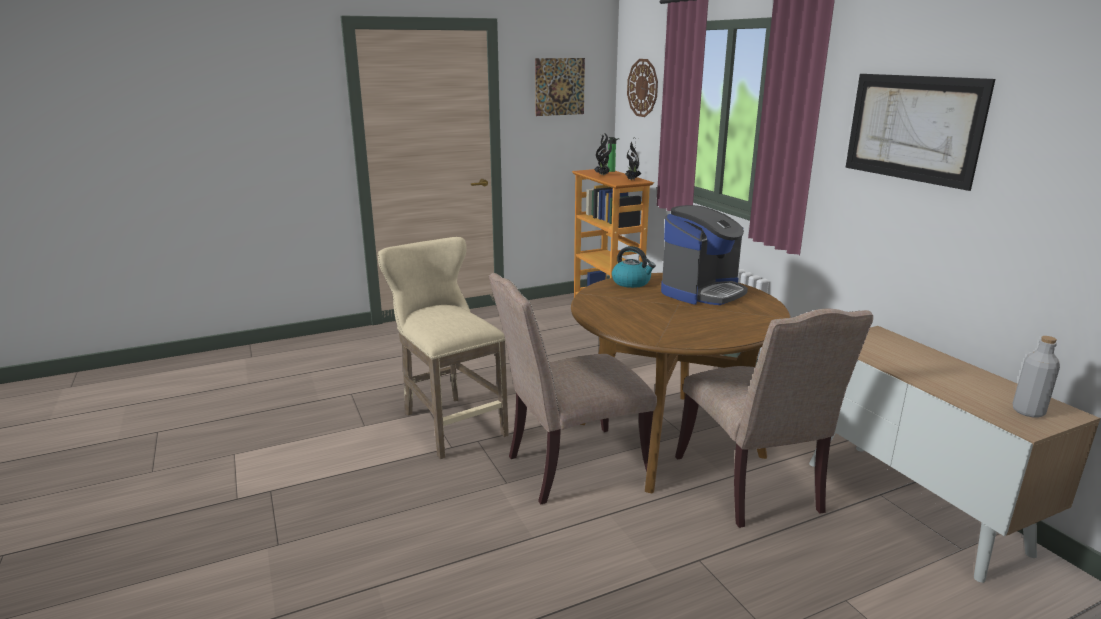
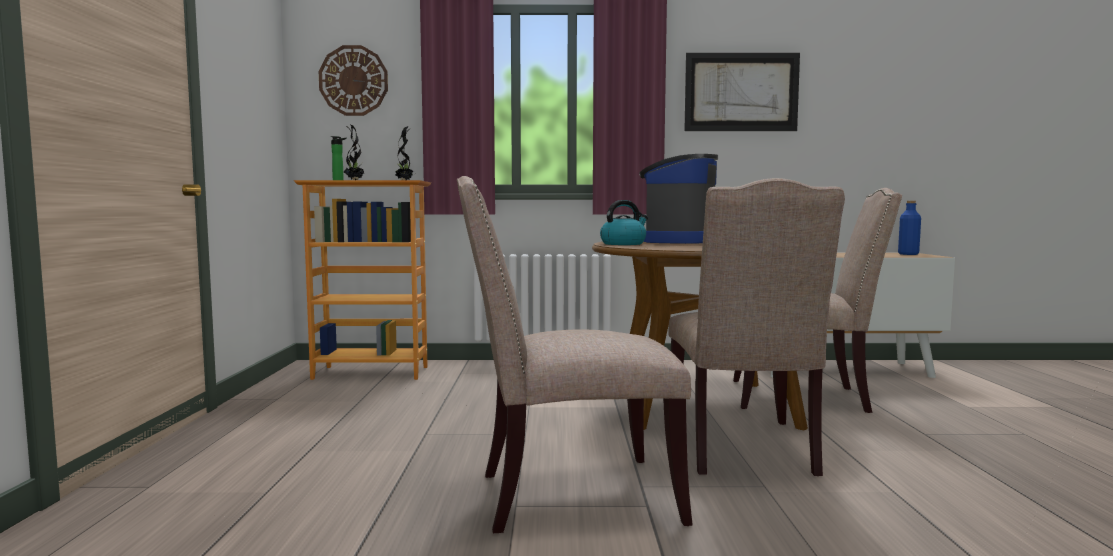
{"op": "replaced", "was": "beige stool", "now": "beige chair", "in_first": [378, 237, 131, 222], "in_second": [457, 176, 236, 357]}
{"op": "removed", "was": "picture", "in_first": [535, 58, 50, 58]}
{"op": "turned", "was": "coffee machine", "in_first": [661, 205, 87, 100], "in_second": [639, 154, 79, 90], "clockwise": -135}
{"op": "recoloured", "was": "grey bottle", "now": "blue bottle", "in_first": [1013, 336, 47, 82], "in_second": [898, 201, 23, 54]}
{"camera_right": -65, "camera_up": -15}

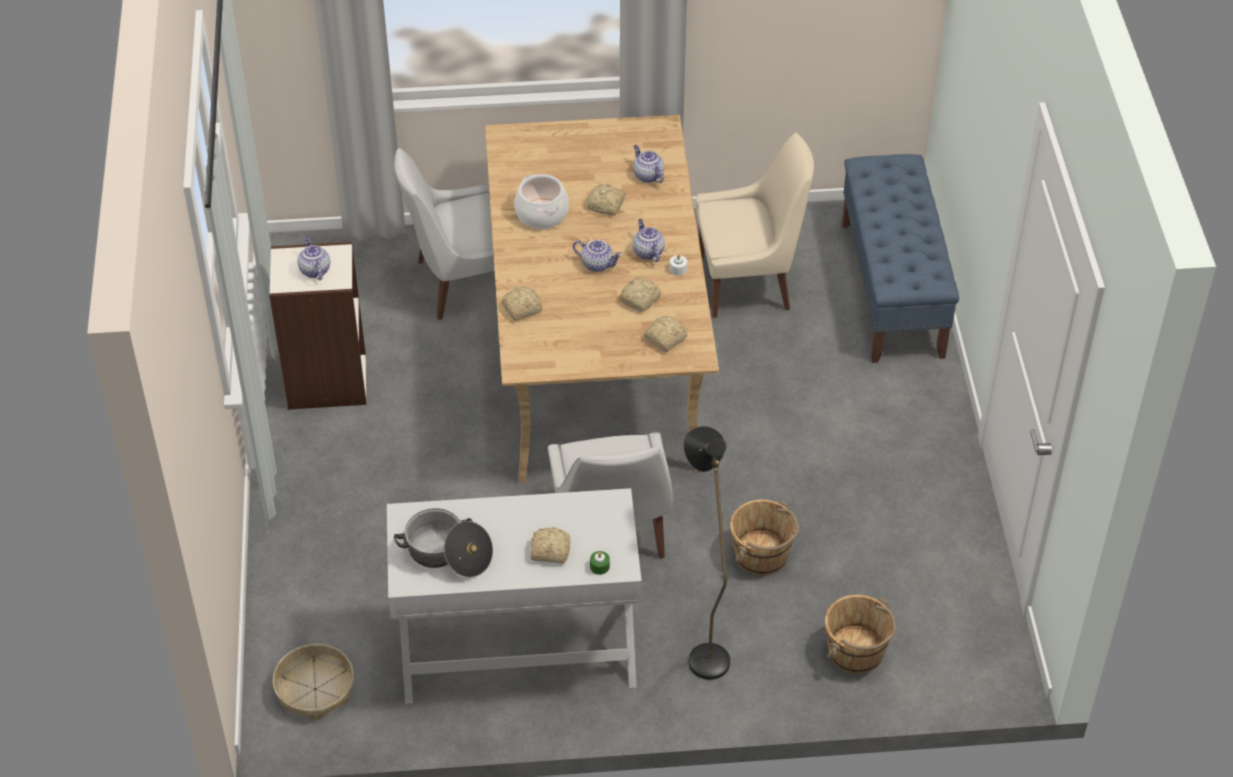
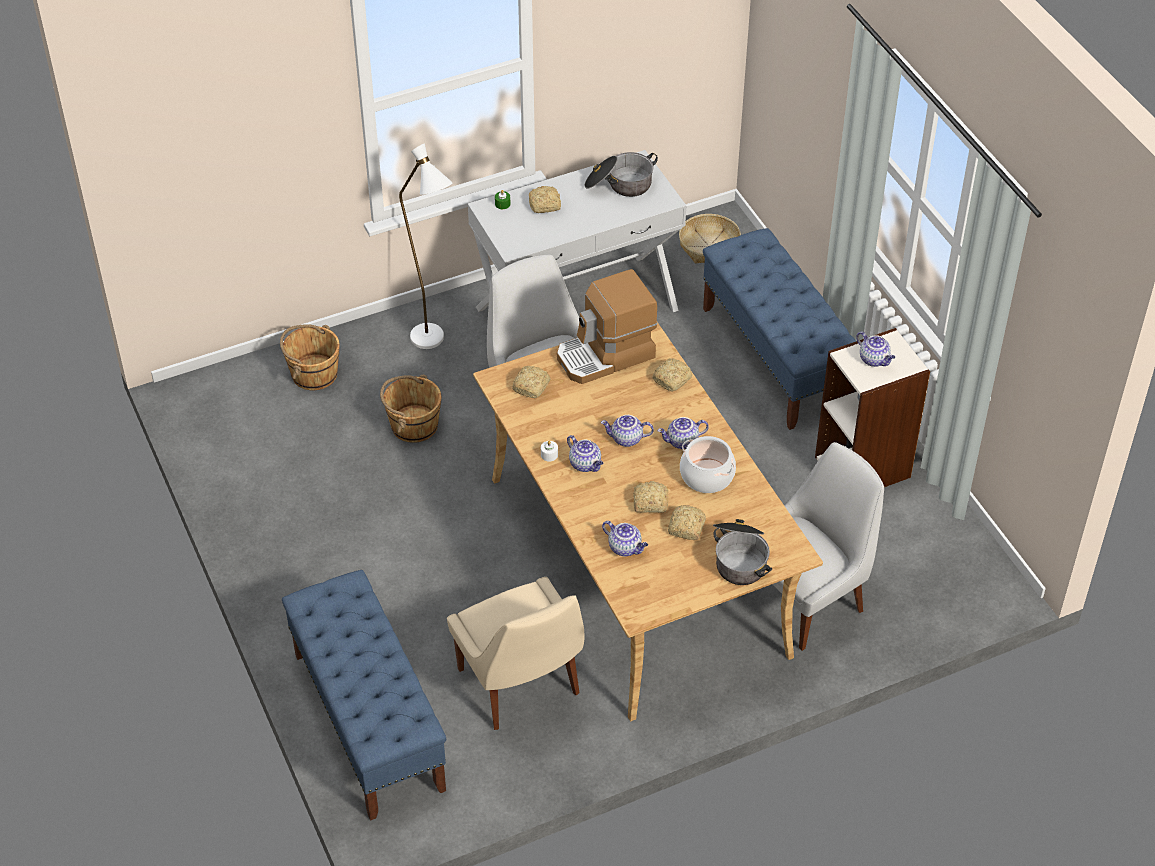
{"op": "moved", "was": "bread", "in_first": [619, 277, 42, 35], "in_second": [668, 505, 38, 35]}
{"op": "recoloured", "was": "black floor lamp", "now": "white floor lamp", "in_first": [684, 426, 46, 254], "in_second": [399, 143, 53, 206]}
{"op": "turned", "was": "beige chair", "in_first": [696, 133, 118, 185], "in_second": [447, 577, 138, 153], "clockwise": -90}
{"op": "added", "now": "coffee machine", "in_second": [557, 269, 100, 115]}
{"op": "added", "now": "teapot", "in_second": [658, 417, 51, 32]}
{"op": "added", "now": "blue bench", "in_second": [703, 228, 153, 202]}
{"op": "added", "now": "cooking pot", "in_second": [713, 519, 59, 66]}
{"camera_right": 160, "camera_up": 0}

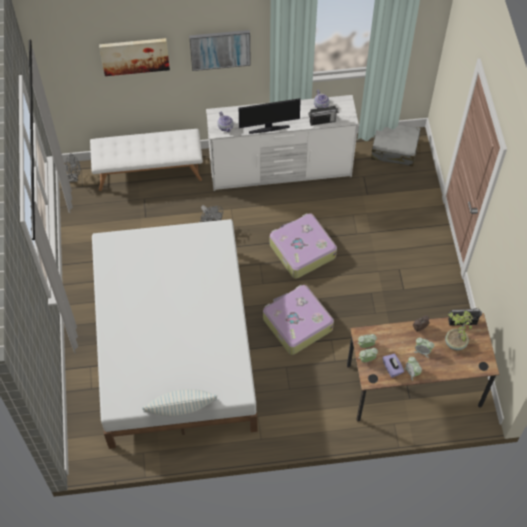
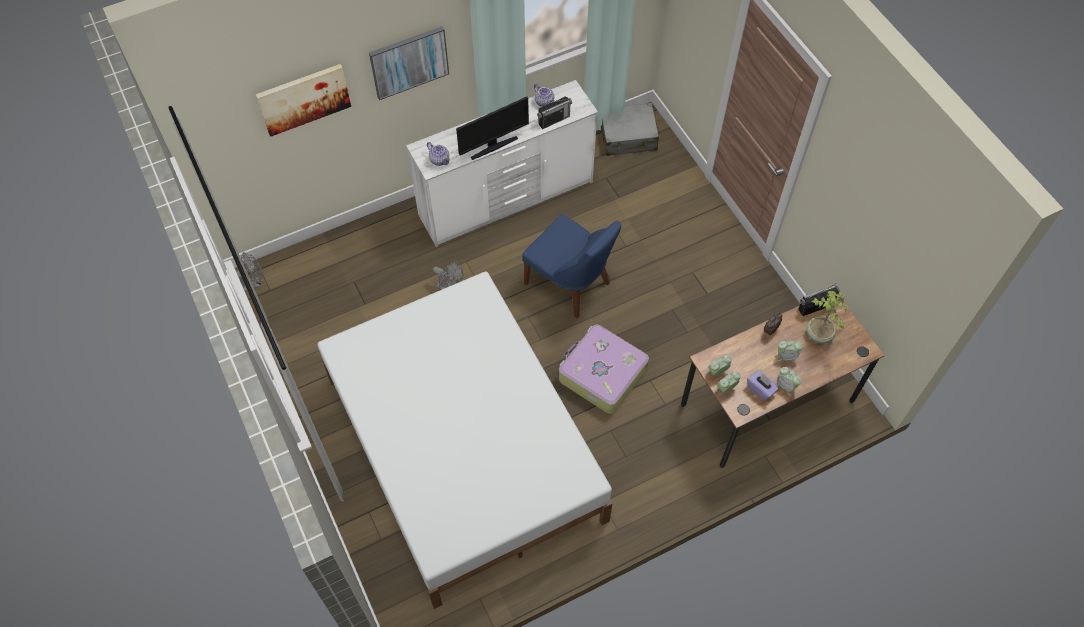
{"op": "removed", "was": "white bench", "in_first": [90, 129, 113, 62]}
{"op": "removed", "was": "pillow", "in_first": [142, 389, 75, 27]}
{"op": "replaced", "was": "suitcase", "now": "blue chair", "in_first": [270, 213, 67, 66], "in_second": [522, 214, 99, 105]}
{"camera_right": -20, "camera_up": 0}

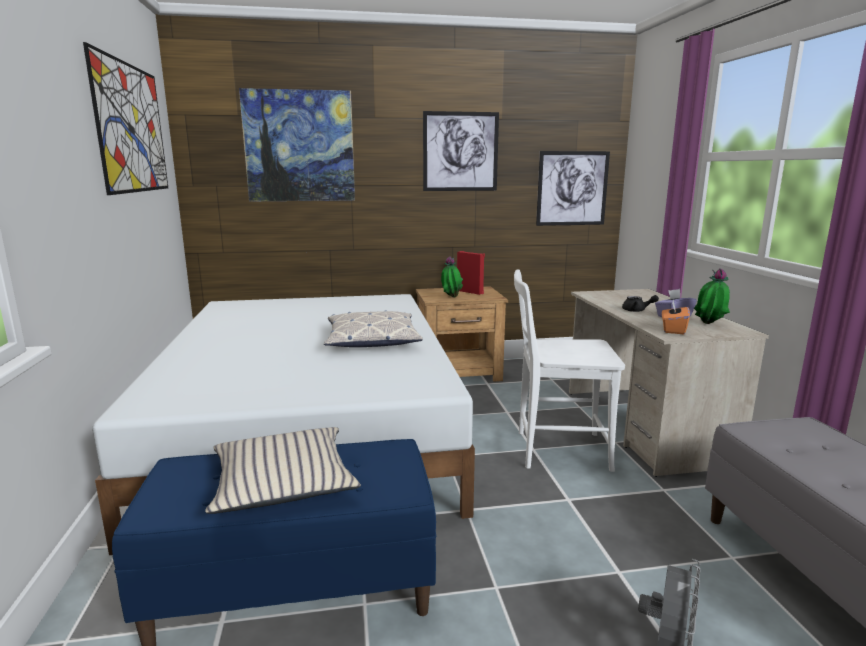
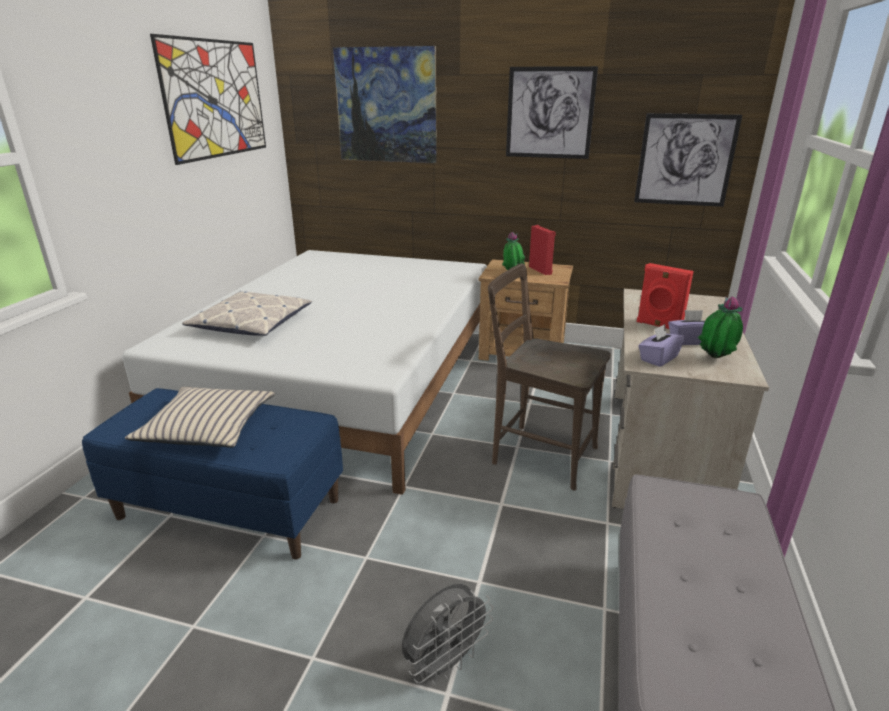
{"op": "moved", "was": "pillow", "in_first": [324, 310, 99, 37], "in_second": [182, 291, 130, 45]}
{"op": "recoloured", "was": "white chair", "now": "brown chair", "in_first": [514, 269, 111, 203], "in_second": [488, 263, 123, 228]}
{"op": "replaced", "was": "black teapot", "now": "red speaker", "in_first": [622, 295, 37, 17], "in_second": [637, 263, 57, 66]}
{"op": "recoloured", "was": "orange tissue box", "now": "purple tissue box", "in_first": [662, 300, 28, 35], "in_second": [639, 324, 46, 43]}
{"camera_right": 25, "camera_up": 10}

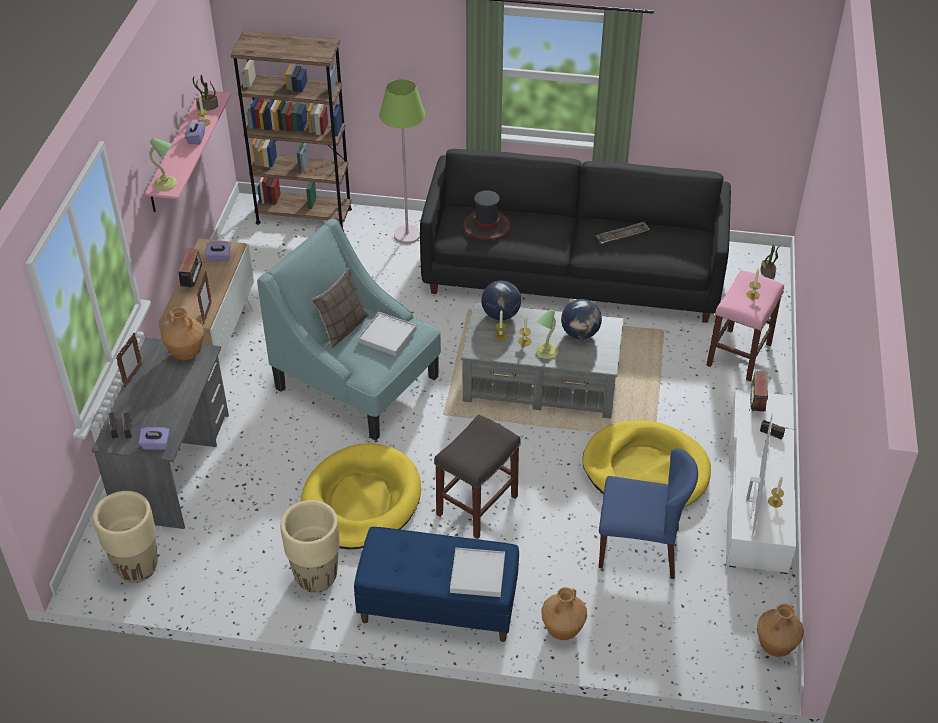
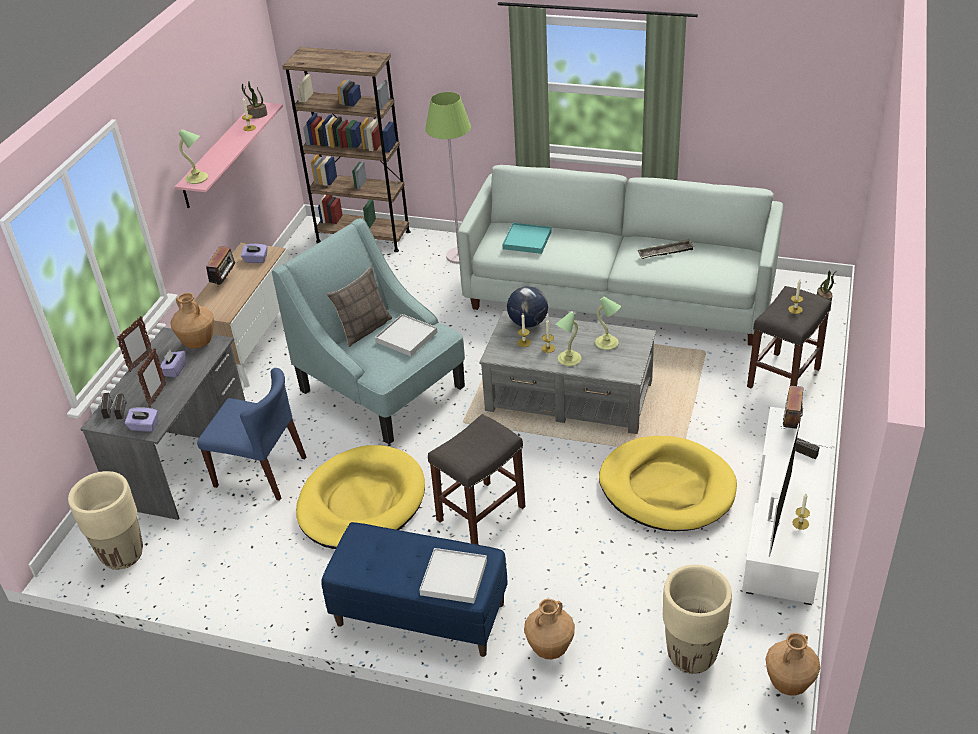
{"op": "moved", "was": "purple tissue box", "in_first": [185, 119, 20, 26], "in_second": [161, 350, 25, 28]}
{"op": "moved", "was": "picture frame", "in_first": [197, 271, 15, 53], "in_second": [137, 348, 29, 60]}
{"op": "moved", "was": "beige planter", "in_first": [280, 500, 60, 93], "in_second": [663, 564, 69, 110]}
{"op": "recoloured", "was": "black sofa", "now": "white sofa", "in_first": [420, 149, 311, 174], "in_second": [457, 165, 326, 181]}
{"op": "replaced", "was": "hat", "now": "turquoise tray", "in_first": [463, 190, 47, 50], "in_second": [502, 223, 50, 31]}
{"op": "replaced", "was": "globe", "now": "table lamp", "in_first": [561, 299, 41, 40], "in_second": [595, 297, 26, 53]}
{"op": "moved", "was": "blue chair", "in_first": [599, 449, 99, 130], "in_second": [197, 368, 109, 133]}
{"op": "recoloured", "was": "pink stool", "now": "grey stool", "in_first": [706, 270, 78, 111], "in_second": [747, 286, 84, 102]}
{"camera_right": 10, "camera_up": -5}

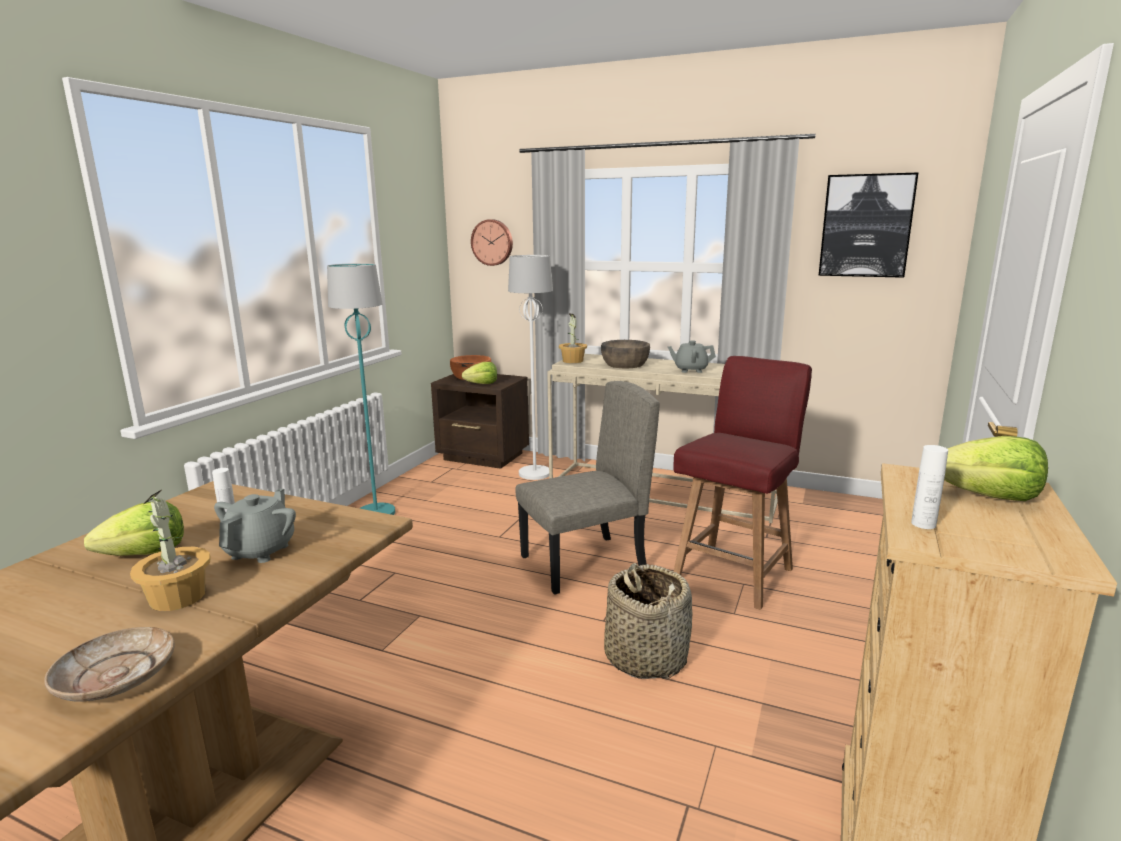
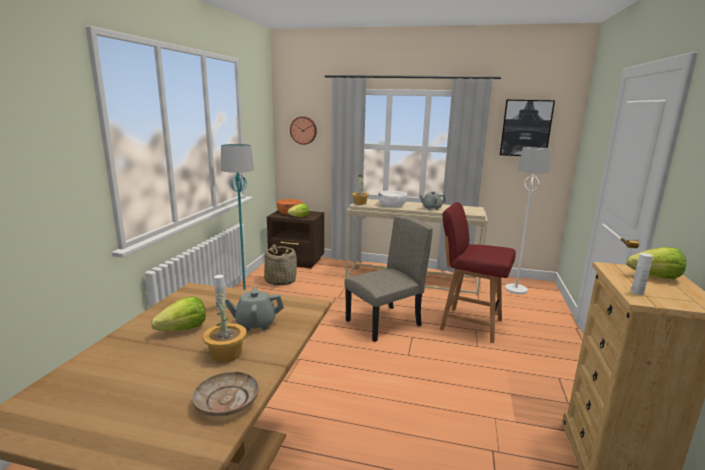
{"op": "turned", "was": "grey teapot", "in_first": [214, 489, 82, 74], "in_second": [225, 287, 59, 44], "clockwise": -105}
{"op": "moved", "was": "white floor lamp", "in_first": [508, 255, 45, 225], "in_second": [505, 147, 46, 147]}
{"op": "recoloured", "was": "brown bowl", "now": "white bowl", "in_first": [601, 340, 49, 28], "in_second": [378, 191, 29, 17]}
{"op": "moved", "was": "basket", "in_first": [604, 563, 89, 116], "in_second": [264, 245, 33, 41]}
{"op": "turned", "was": "red chair", "in_first": [673, 356, 139, 254], "in_second": [440, 202, 76, 141], "clockwise": -90}
{"camera_right": -10, "camera_up": 0}

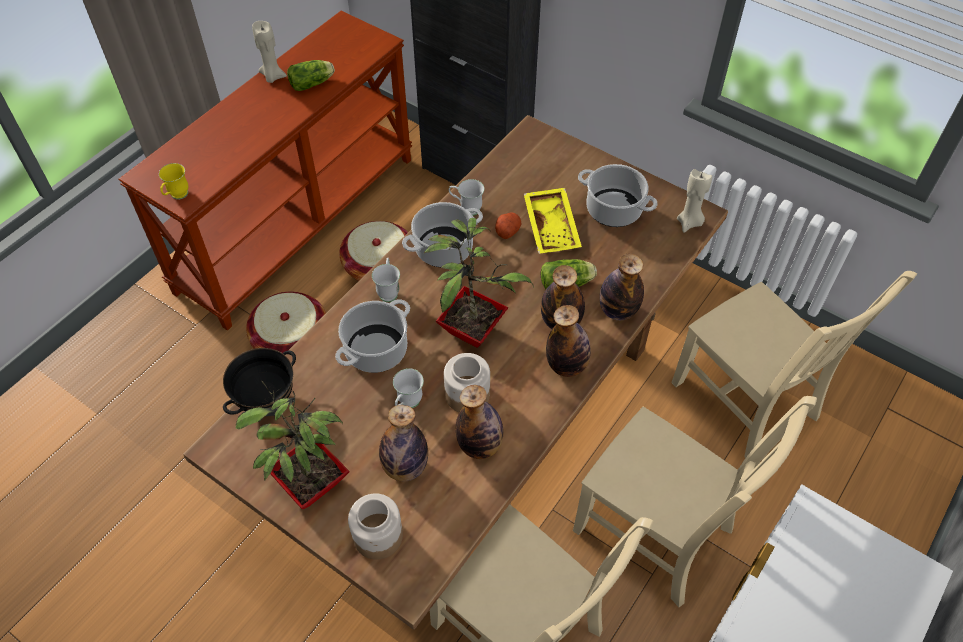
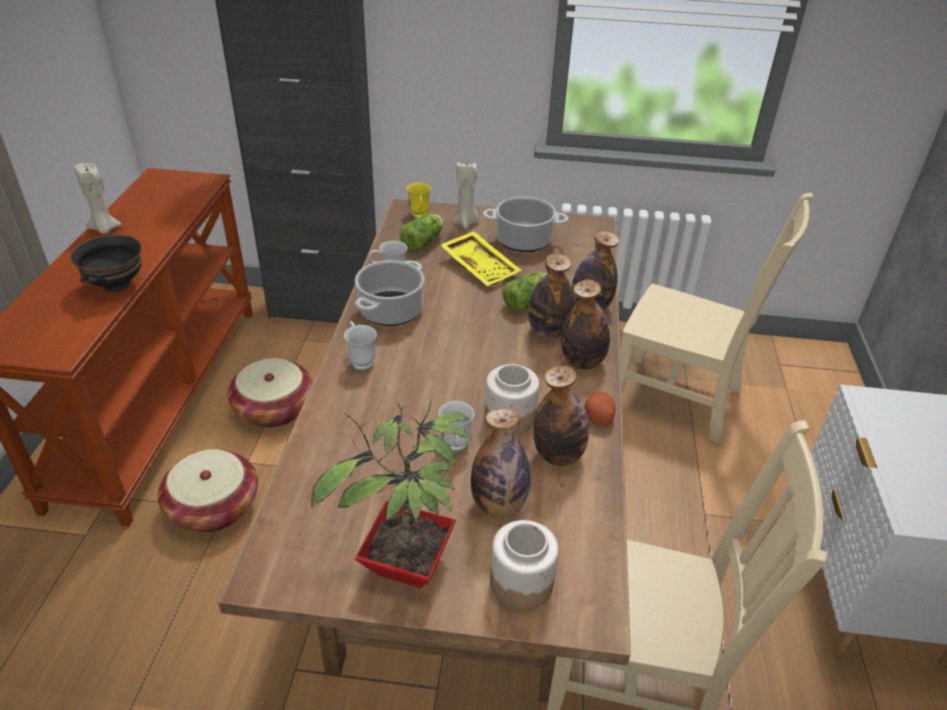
{"op": "moved", "was": "yellow mug", "in_first": [159, 163, 29, 36], "in_second": [406, 183, 25, 35]}
{"op": "moved", "was": "black bowl", "in_first": [223, 348, 73, 67], "in_second": [71, 234, 71, 58]}
{"op": "moved", "was": "lettuce", "in_first": [287, 60, 48, 31], "in_second": [400, 214, 43, 37]}
{"op": "removed", "was": "cooking pot", "in_first": [335, 299, 75, 74]}
{"op": "removed", "was": "potted plant", "in_first": [424, 218, 110, 130]}
{"op": "moved", "was": "potato", "in_first": [495, 212, 26, 27], "in_second": [584, 392, 32, 34]}
{"op": "removed", "was": "beige chair", "in_first": [573, 396, 244, 211]}
{"op": "moved", "was": "beige candle", "in_first": [677, 169, 35, 64], "in_second": [453, 162, 25, 67]}
{"camera_right": -30, "camera_up": -15}

